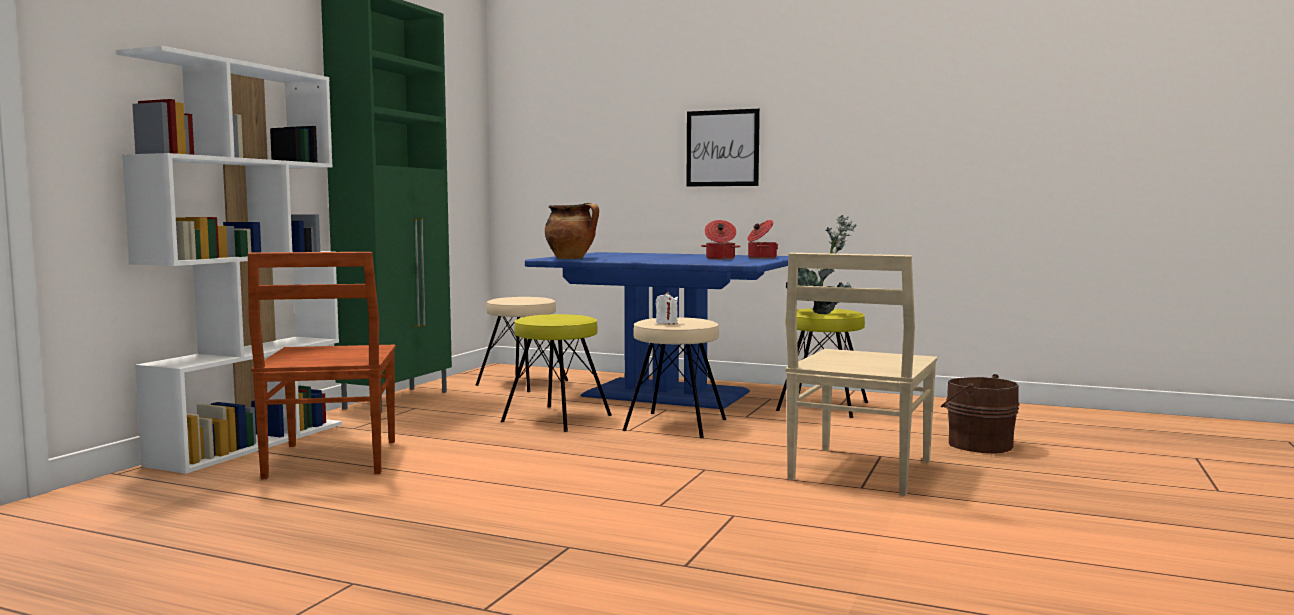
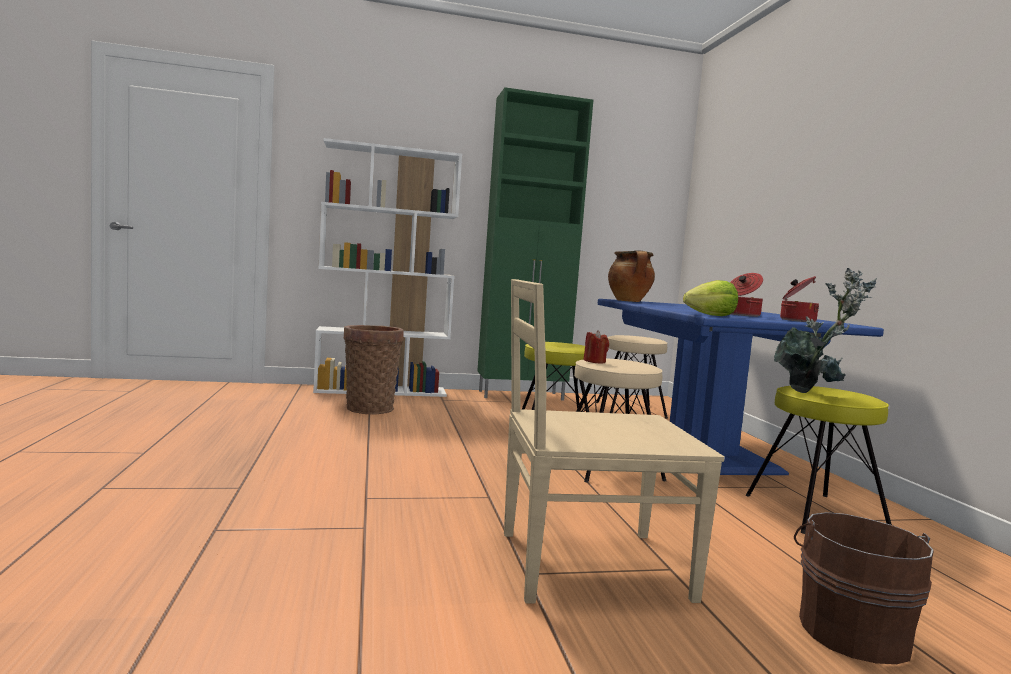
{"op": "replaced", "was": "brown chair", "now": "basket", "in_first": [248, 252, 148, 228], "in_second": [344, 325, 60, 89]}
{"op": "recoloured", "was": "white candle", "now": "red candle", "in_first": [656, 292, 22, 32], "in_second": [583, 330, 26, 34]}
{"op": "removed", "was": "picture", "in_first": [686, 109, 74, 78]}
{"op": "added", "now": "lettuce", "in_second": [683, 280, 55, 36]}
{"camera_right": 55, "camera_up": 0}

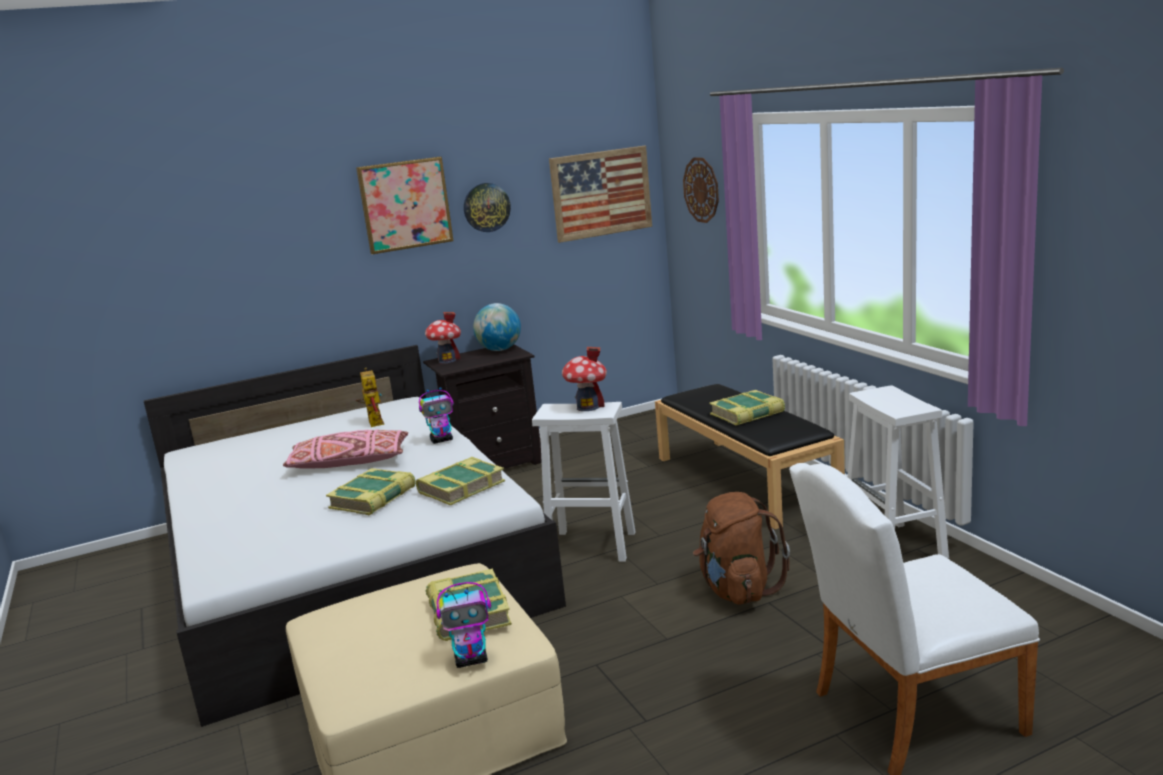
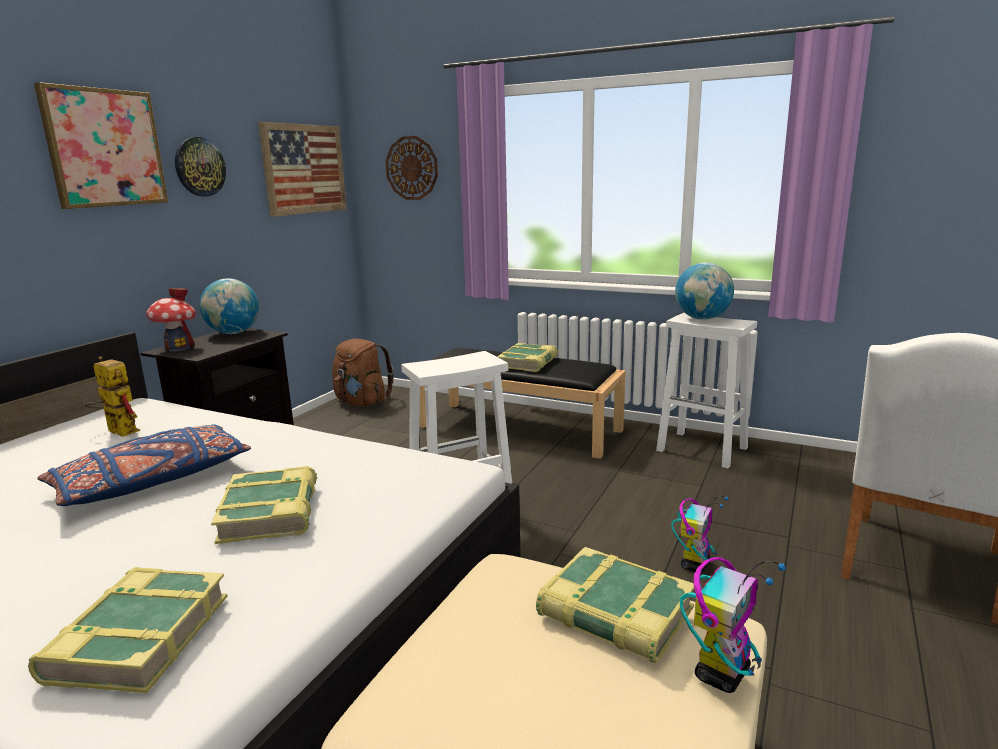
{"op": "recoloured", "was": "pink pillow", "now": "blue pillow", "in_first": [283, 430, 125, 39], "in_second": [37, 425, 214, 81]}
{"op": "moved", "was": "book", "in_first": [416, 457, 89, 49], "in_second": [28, 567, 200, 126]}
{"op": "moved", "was": "toy robot", "in_first": [419, 387, 35, 57], "in_second": [671, 496, 58, 76]}
{"op": "removed", "was": "toy house", "in_first": [562, 347, 45, 64]}
{"op": "moved", "was": "brown backpack", "in_first": [693, 492, 97, 113], "in_second": [332, 339, 62, 67]}
{"op": "added", "now": "globe", "in_second": [675, 262, 59, 58]}
{"camera_right": -40, "camera_up": 0}

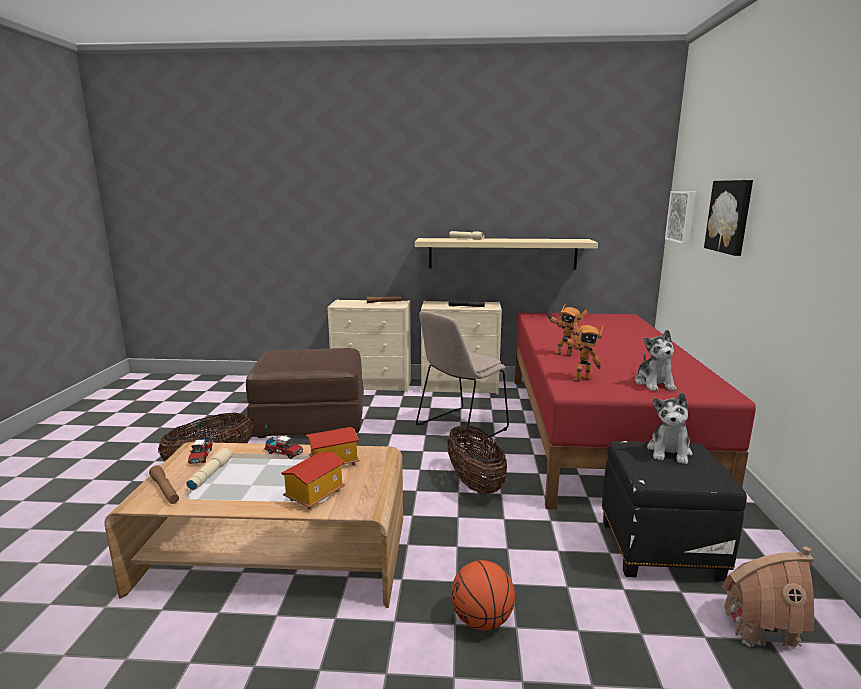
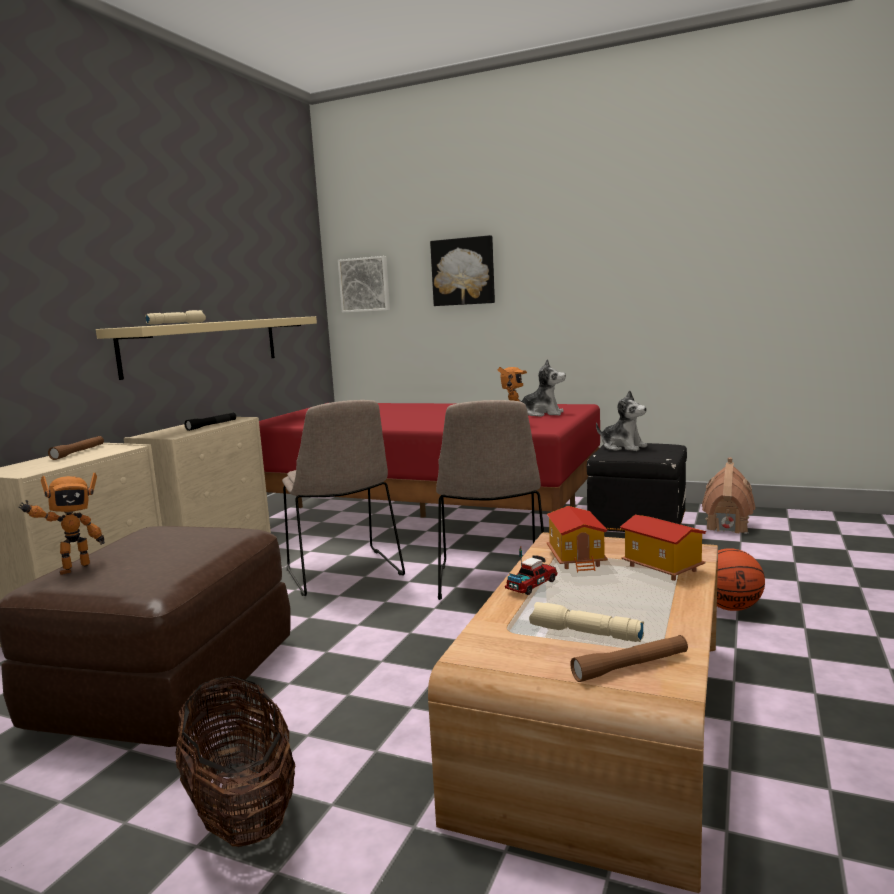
{"op": "removed", "was": "toy truck", "in_first": [188, 422, 24, 42]}
{"op": "replaced", "was": "basket", "now": "beige chair", "in_first": [447, 425, 60, 70], "in_second": [436, 400, 108, 200]}
{"op": "moved", "was": "toy robot", "in_first": [548, 304, 40, 51], "in_second": [18, 473, 87, 102]}
{"camera_right": -70, "camera_up": -5}

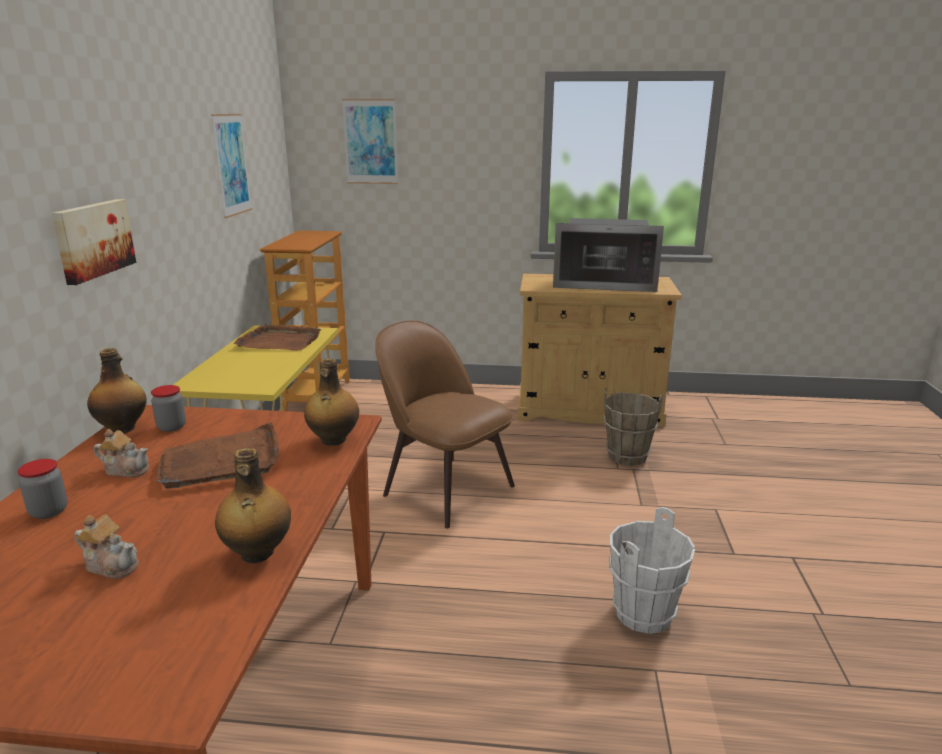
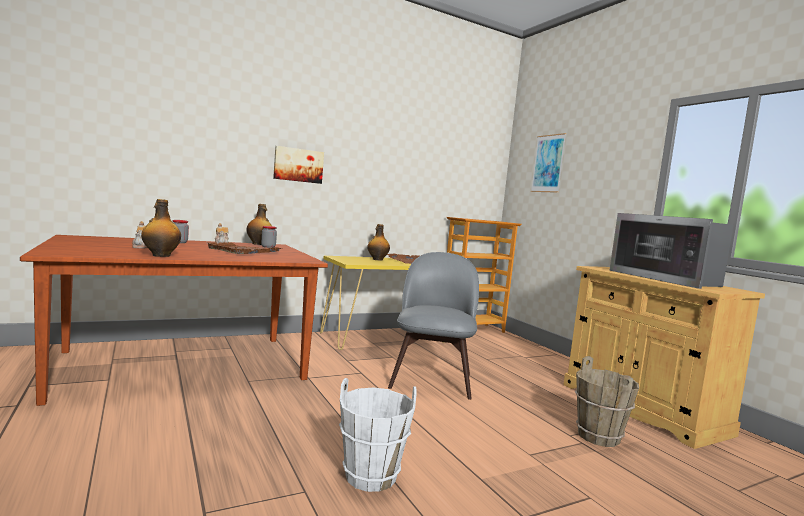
{"op": "removed", "was": "picture", "in_first": [211, 114, 41, 104]}
{"op": "moved", "was": "bottle", "in_first": [304, 359, 55, 87], "in_second": [367, 224, 23, 37]}
{"op": "recoloured", "was": "brown chair", "now": "grey chair", "in_first": [375, 320, 140, 208], "in_second": [388, 252, 91, 148]}
{"camera_right": 55, "camera_up": -15}

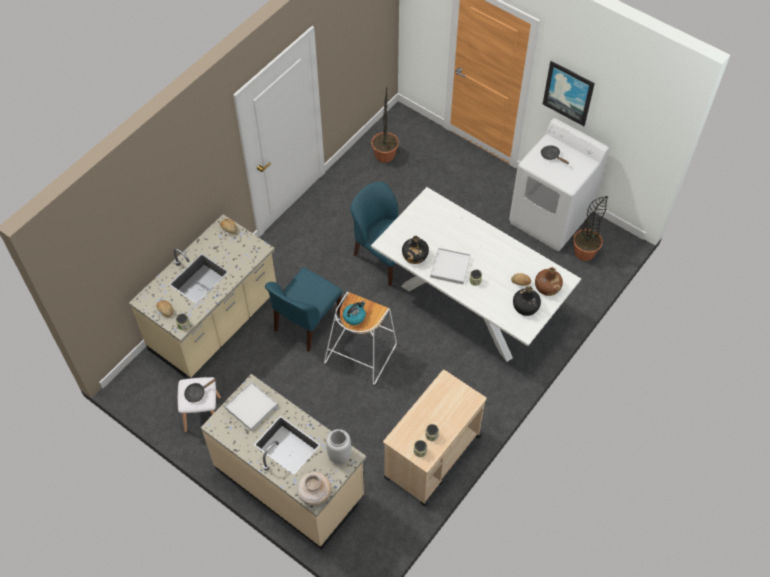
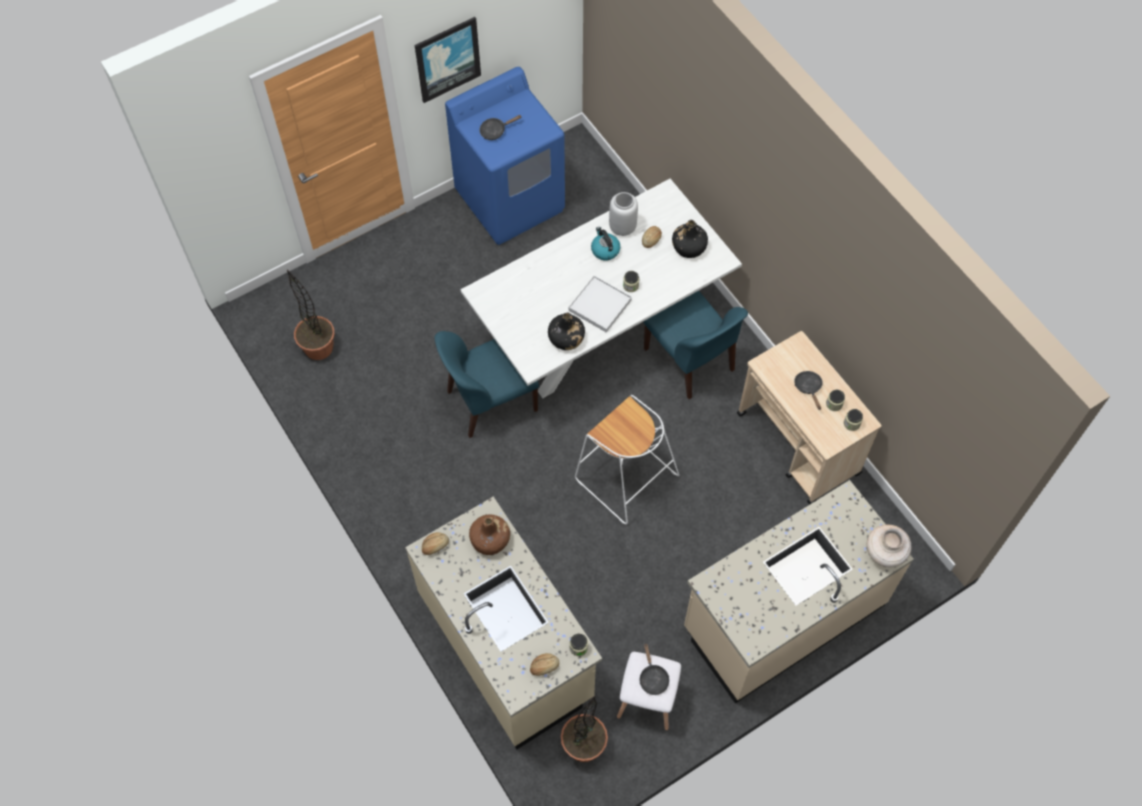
{"op": "removed", "was": "white tray", "in_first": [225, 382, 53, 49]}
{"op": "moved", "was": "blue chair", "in_first": [265, 267, 77, 85], "in_second": [644, 291, 104, 108]}
{"op": "moved", "was": "grey vase", "in_first": [326, 429, 25, 35], "in_second": [609, 192, 29, 44]}
{"op": "moved", "was": "kettle", "in_first": [343, 301, 23, 24], "in_second": [591, 227, 29, 34]}
{"op": "recoloured", "was": "white washing machine", "now": "blue washing machine", "in_first": [509, 118, 100, 133], "in_second": [445, 67, 120, 178]}
{"op": "moved", "was": "brown bottle", "in_first": [535, 267, 28, 29], "in_second": [469, 515, 41, 40]}
{"op": "moved", "was": "potted plant", "in_first": [573, 196, 35, 65], "in_second": [561, 695, 47, 67]}
{"op": "added", "now": "black frying pan", "in_second": [794, 371, 29, 39]}
{"camera_right": -70, "camera_up": 5}

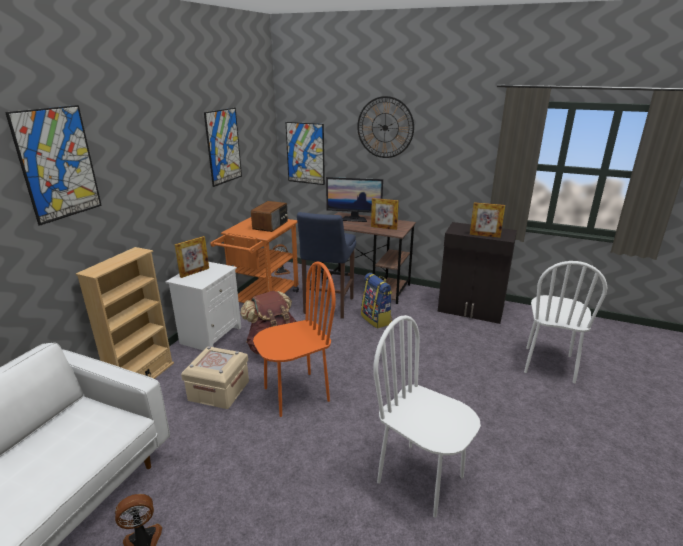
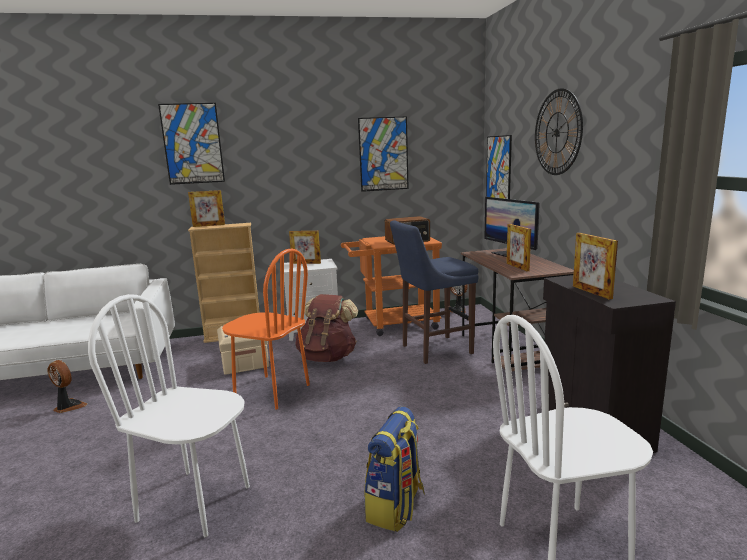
{"op": "moved", "was": "backpack", "in_first": [361, 273, 31, 56], "in_second": [364, 406, 61, 126]}
{"op": "turned", "was": "white chair", "in_first": [373, 315, 108, 203], "in_second": [88, 294, 162, 243], "clockwise": -75}
{"op": "added", "now": "picture frame", "in_second": [188, 190, 37, 37]}
{"camera_right": 55, "camera_up": -10}

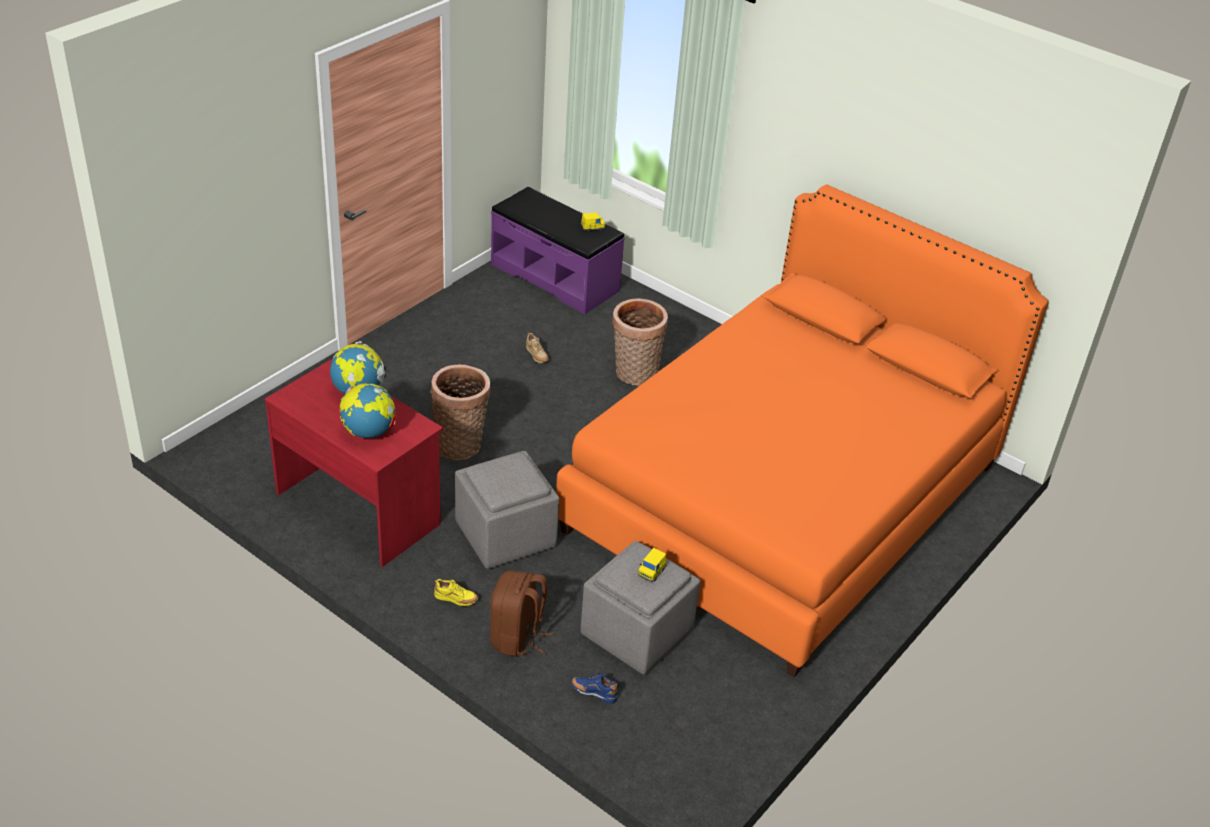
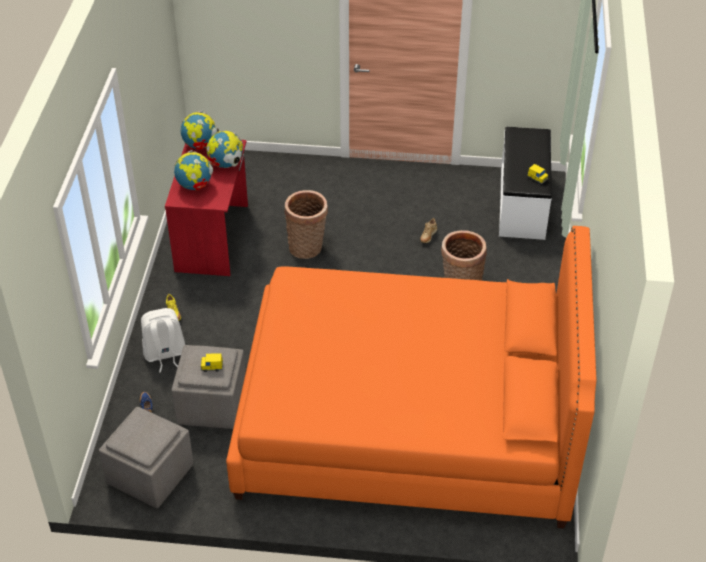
{"op": "moved", "was": "grey ottoman", "in_first": [455, 451, 104, 118], "in_second": [99, 407, 95, 101]}
{"op": "recoloured", "was": "brown backpack", "now": "white backpack", "in_first": [490, 570, 64, 87], "in_second": [141, 308, 44, 64]}
{"op": "recoloured", "was": "purple bench", "now": "white bench", "in_first": [491, 187, 134, 127], "in_second": [499, 127, 53, 113]}
{"op": "added", "now": "globe", "in_second": [181, 110, 38, 40]}
{"camera_right": 60, "camera_up": 5}

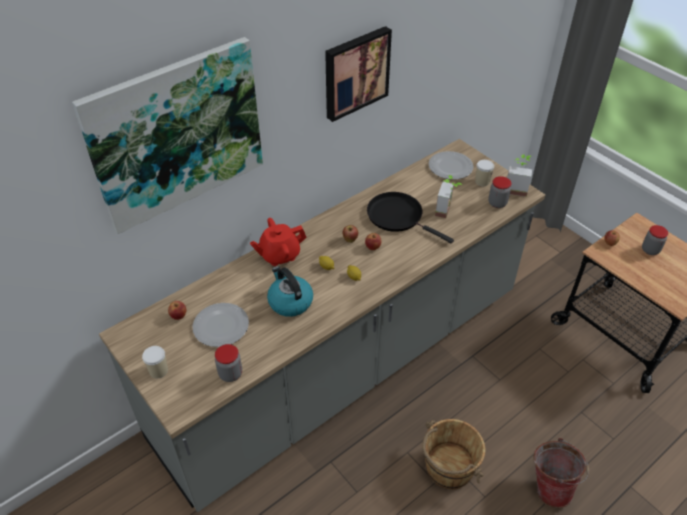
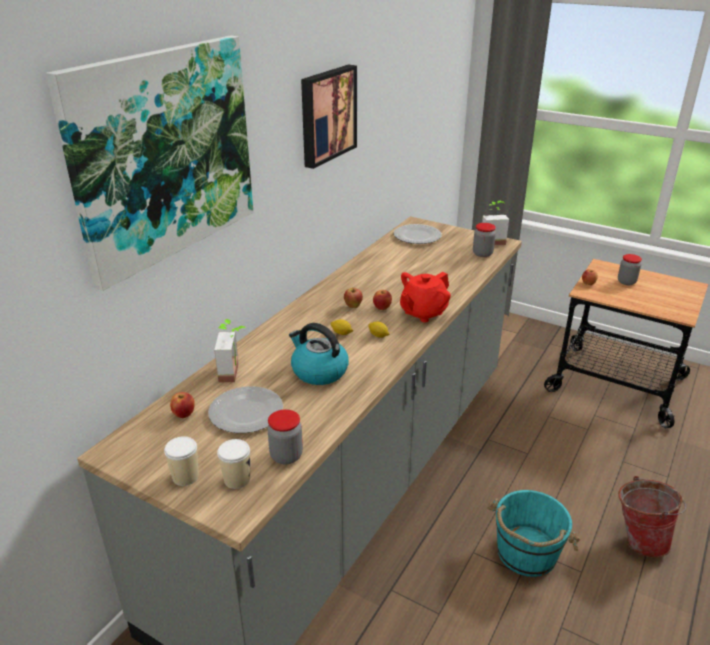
{"op": "moved", "was": "red teapot", "in_first": [250, 218, 57, 48], "in_second": [400, 272, 51, 50]}
{"op": "removed", "was": "black frying pan", "in_first": [367, 192, 87, 51]}
{"op": "recoloured", "was": "brown bucket", "now": "turquoise bucket", "in_first": [422, 419, 63, 70], "in_second": [487, 490, 93, 87]}
{"op": "moved", "was": "potted plant", "in_first": [435, 175, 27, 43], "in_second": [214, 319, 32, 63]}
{"op": "moved", "was": "cup", "in_first": [475, 160, 19, 26], "in_second": [217, 439, 33, 50]}
{"camera_right": -20, "camera_up": -15}

